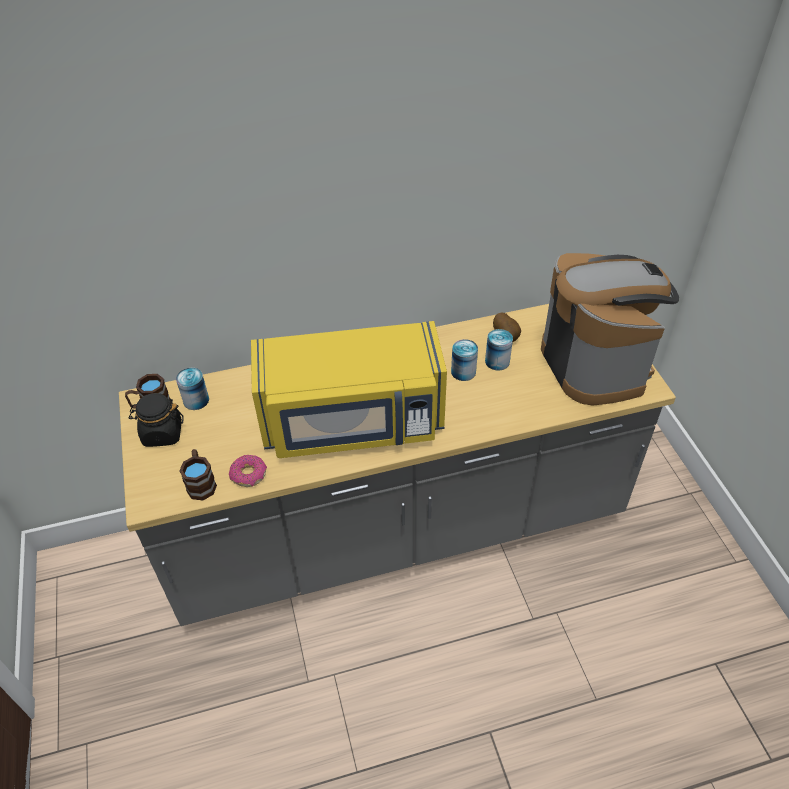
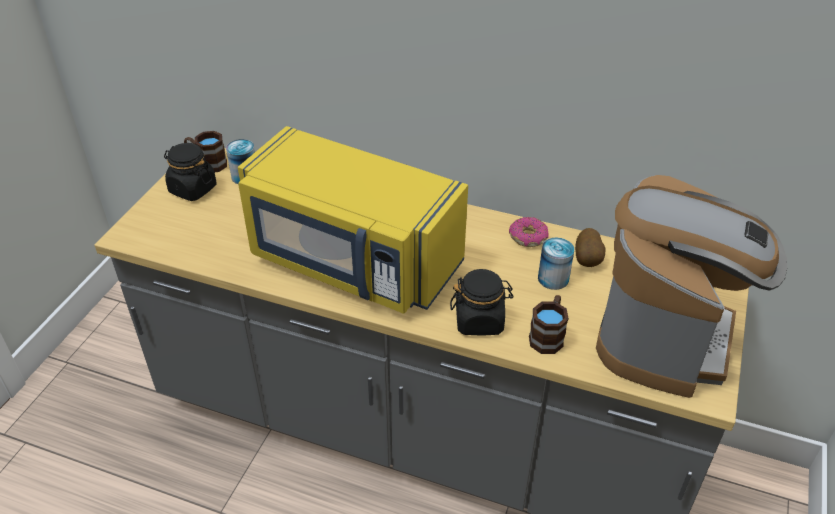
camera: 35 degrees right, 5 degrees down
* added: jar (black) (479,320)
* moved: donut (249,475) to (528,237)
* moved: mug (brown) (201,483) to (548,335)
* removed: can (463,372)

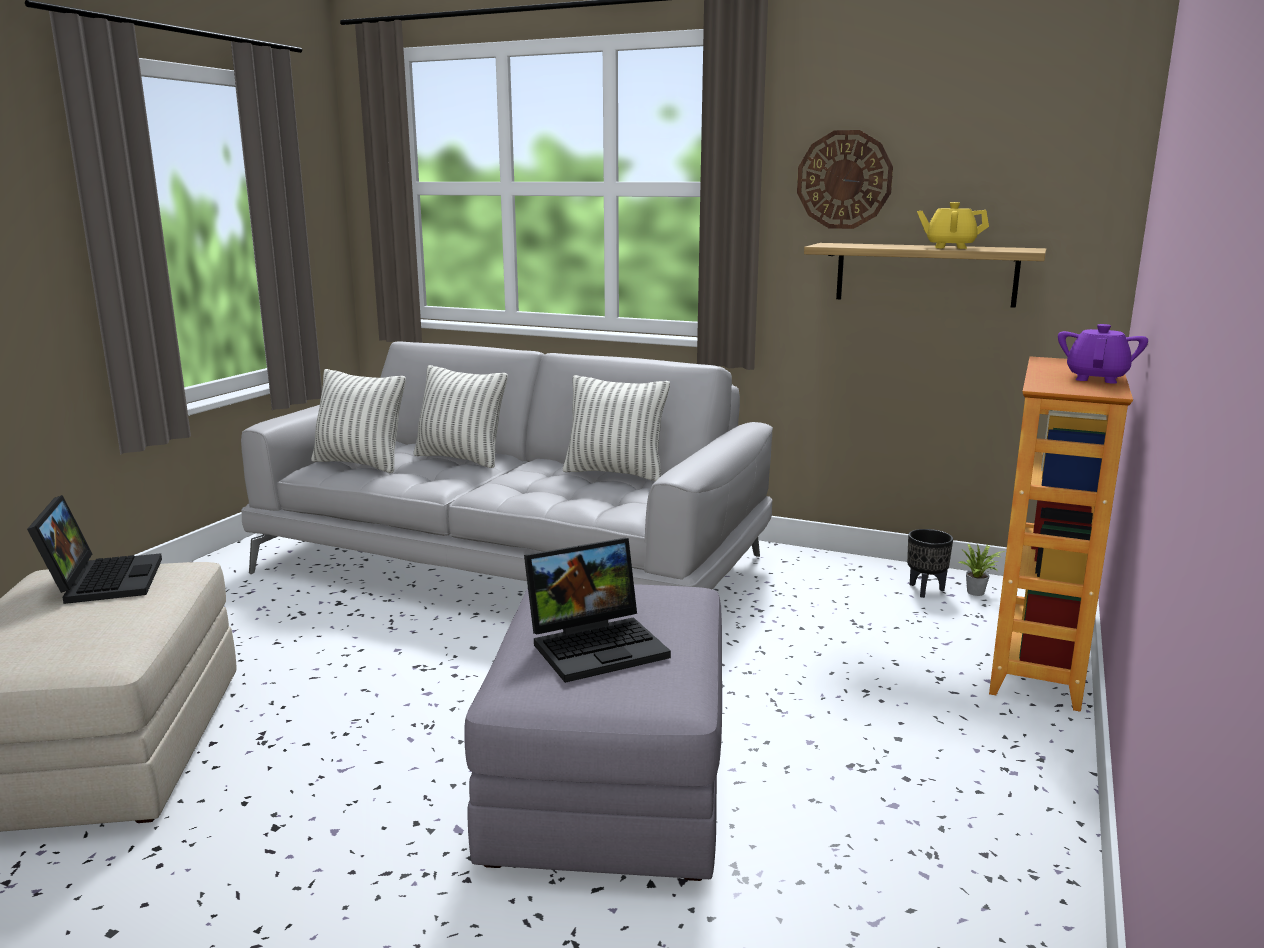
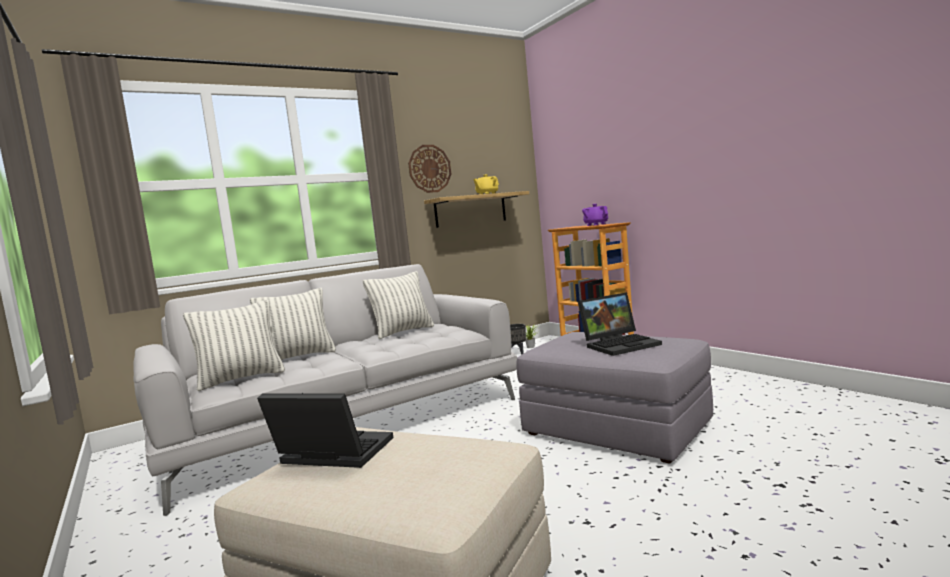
camera: 55 degrees left, 10 degrees down
* turned: laptop (598,645) = (620,344) 60 degrees clockwise

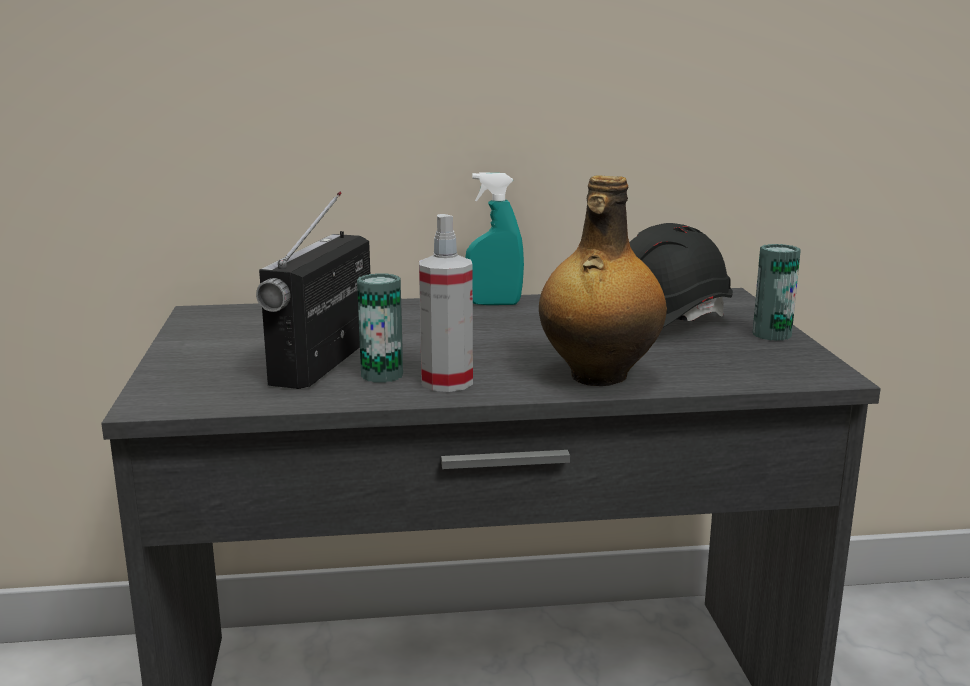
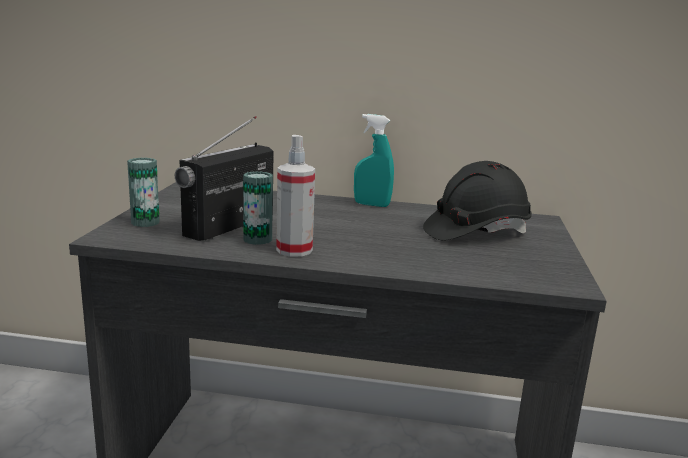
camera: 15 degrees right, 0 degrees up
* moved: can (771,334) to (145,222)
* removed: bottle (597,377)

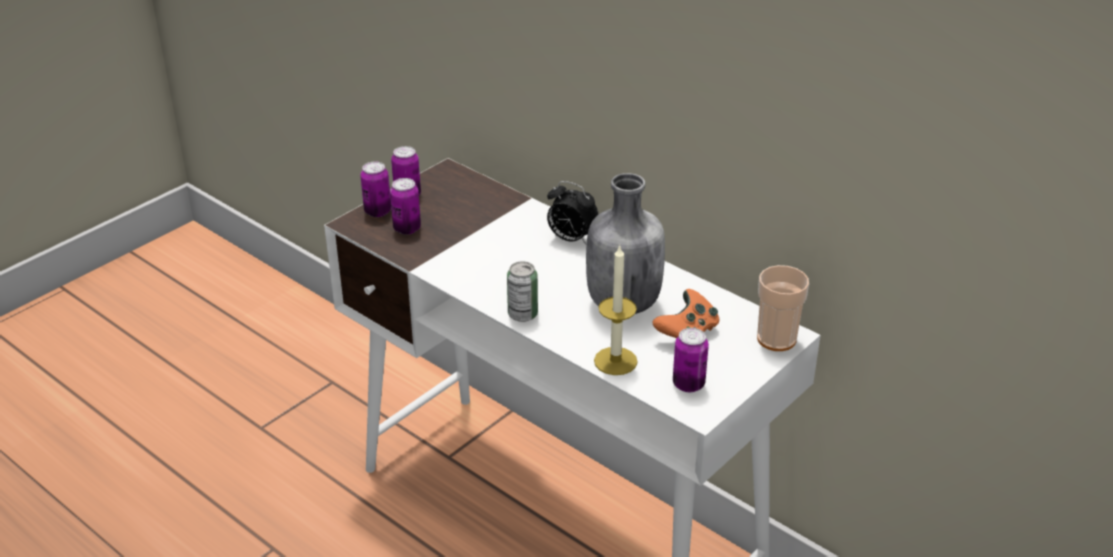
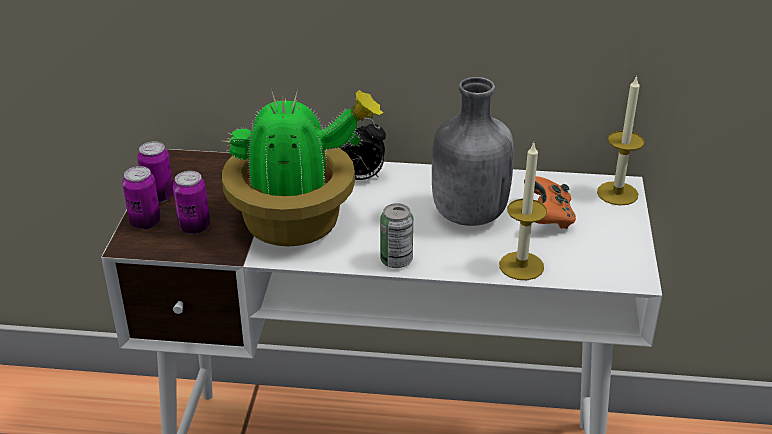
camera: 35 degrees left, 0 degrees up
* added: potted plant (297,223)
* replaced: cup (776,339) to candle (617,193)
* removed: can (688,384)

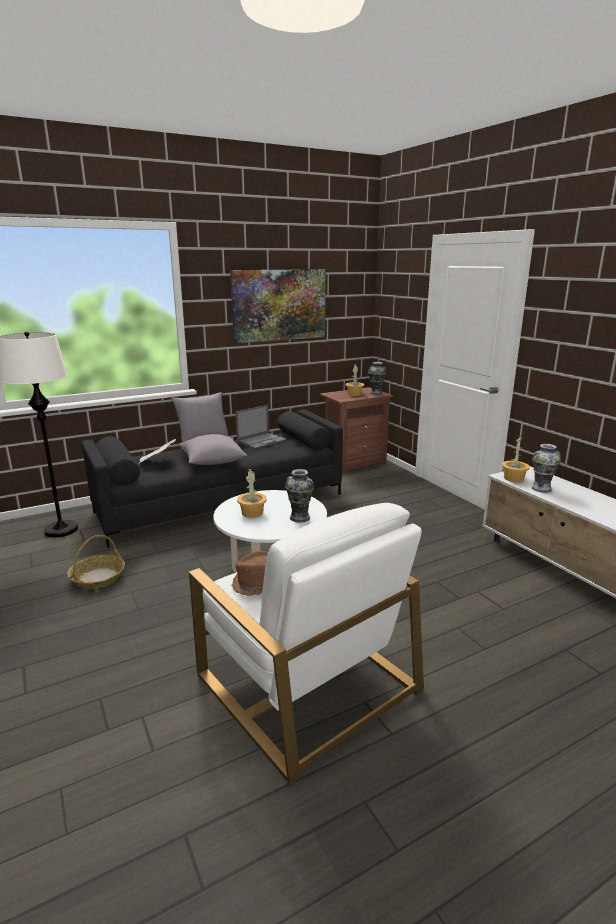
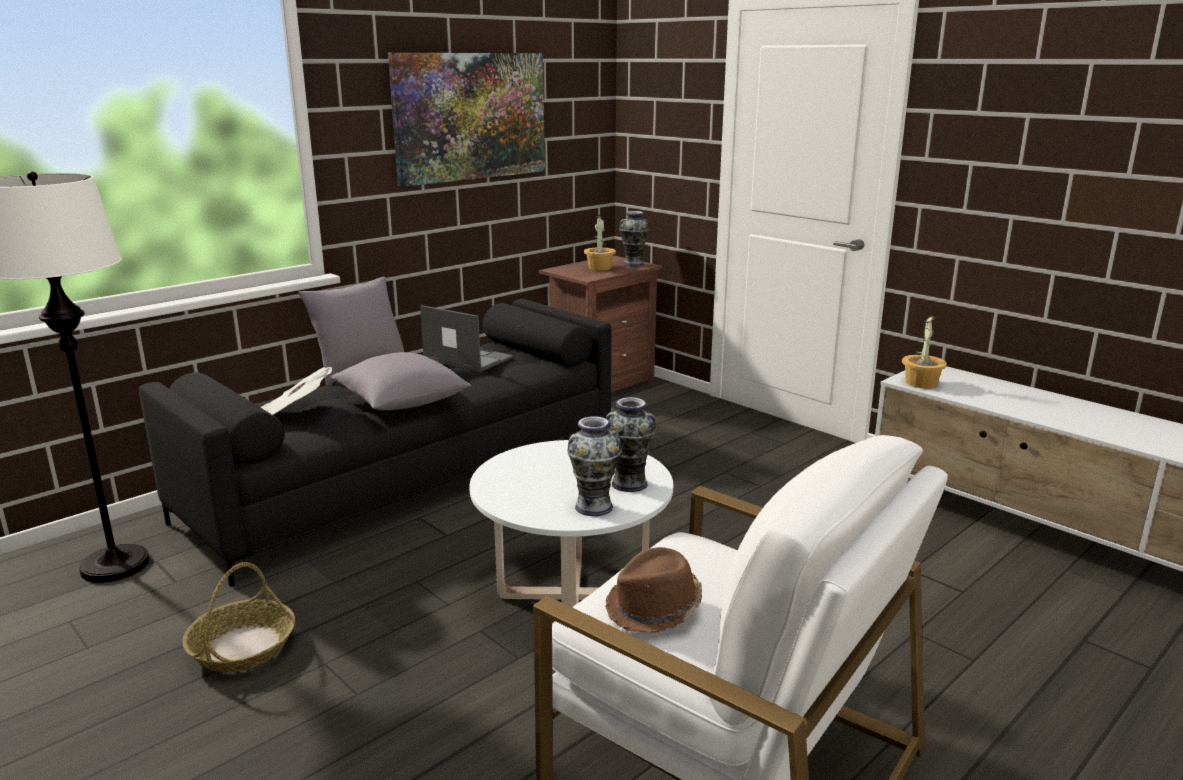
camera: 15 degrees left, 0 degrees up
* turned: laptop (262,440) = (467,358) 90 degrees counterclockwise
* moved: vase (541,488) to (594,507)
* removed: potted plant (252,513)

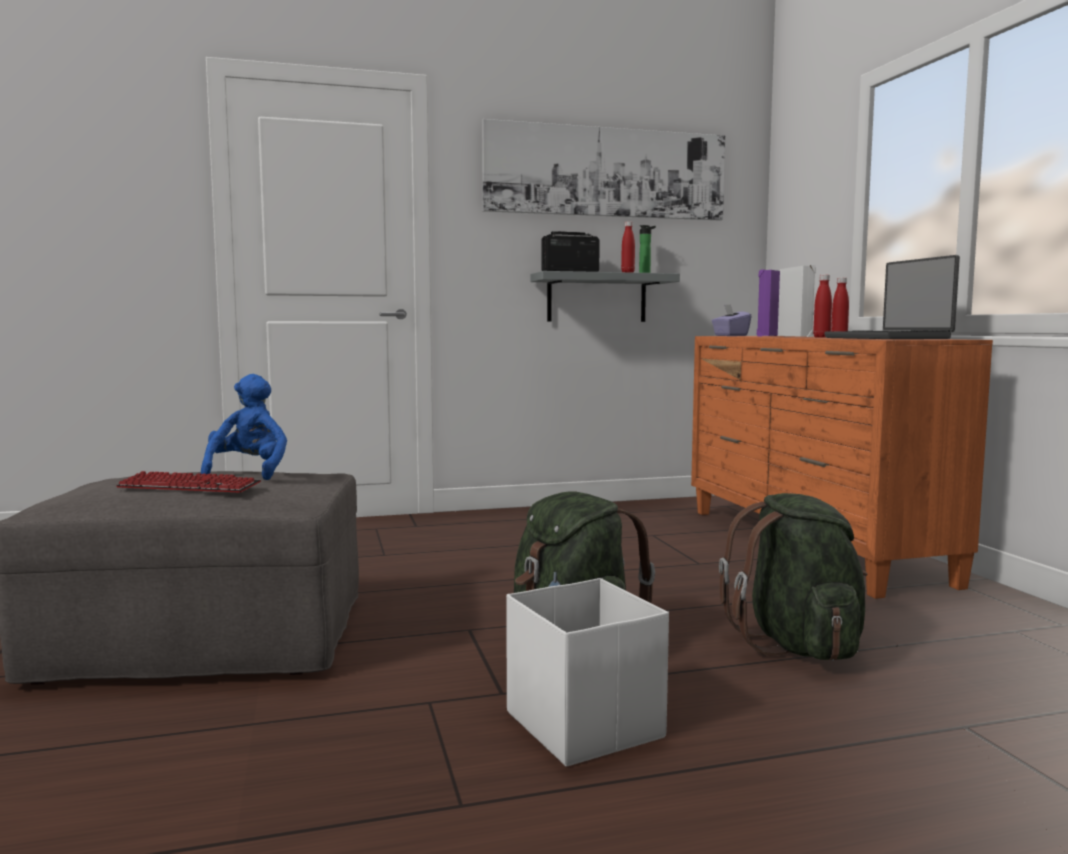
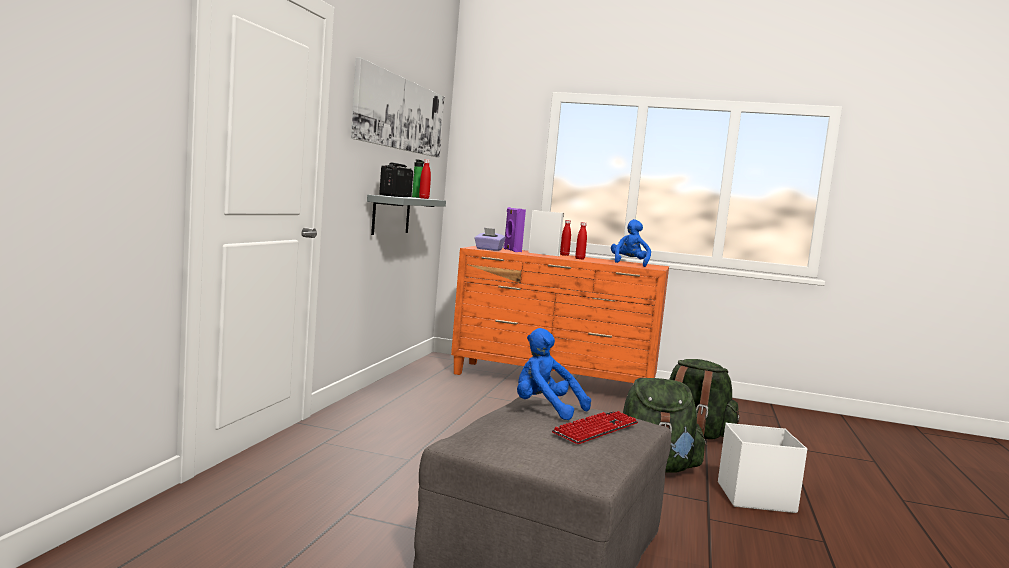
camera: 60 degrees left, 0 degrees up
* replaced: laptop (888,338) to plush toy (blue) (629,264)

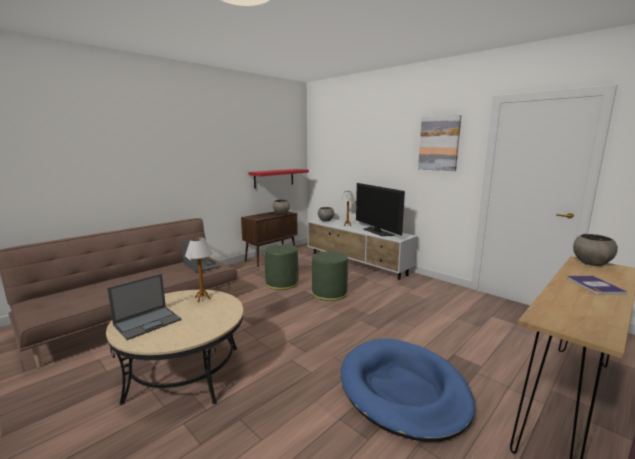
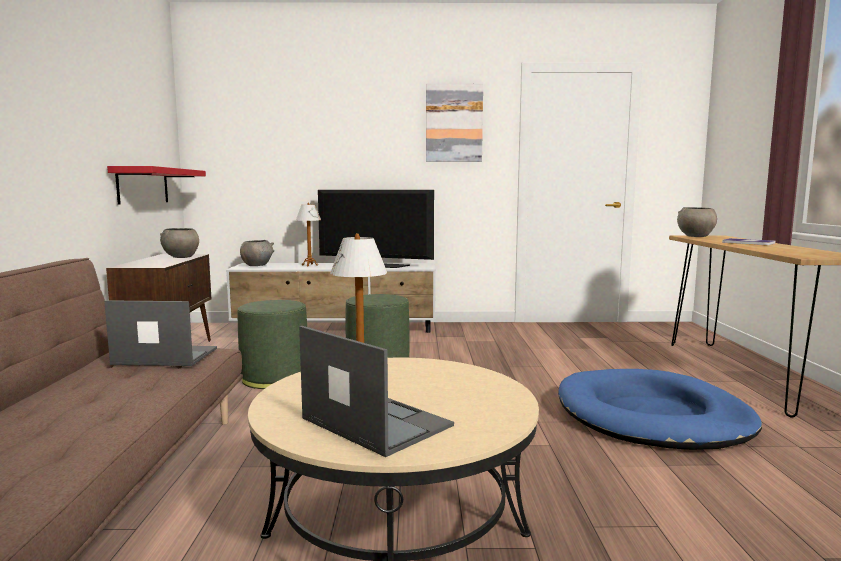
camera: 45 degrees left, 5 degrees down
* turned: laptop (148,322) = (374,422) 45 degrees counterclockwise

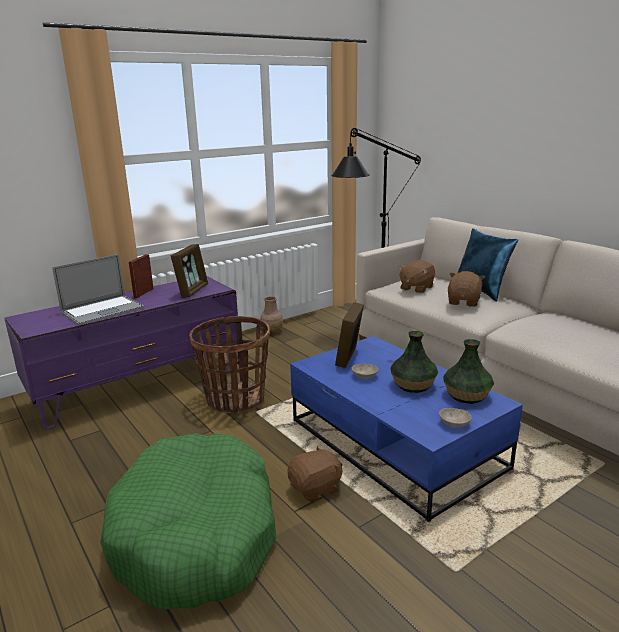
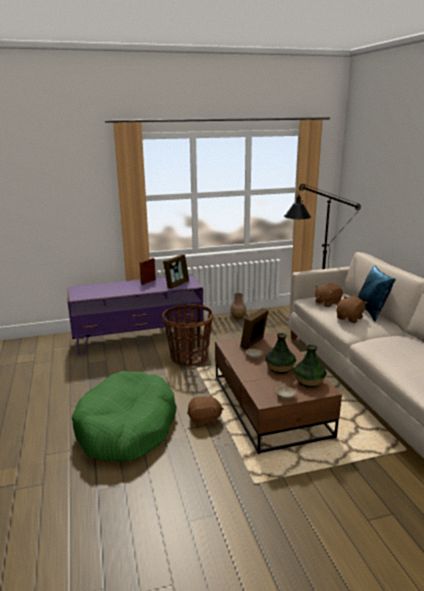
camera: 20 degrees right, 0 degrees up
* recoloured: coffee table (blue) (396,444) to coffee table (brown) (270,406)
* removed: laptop (103,310)

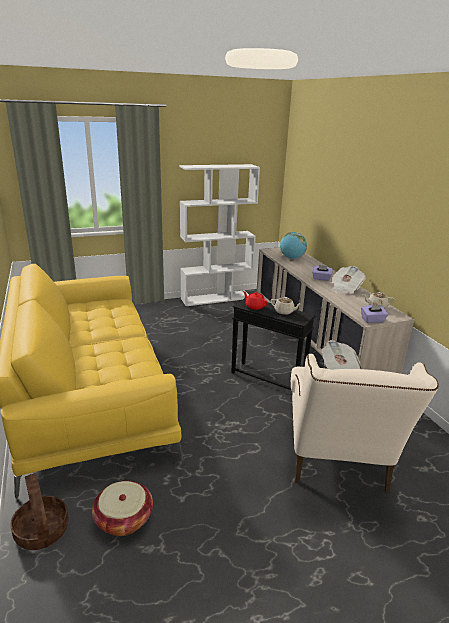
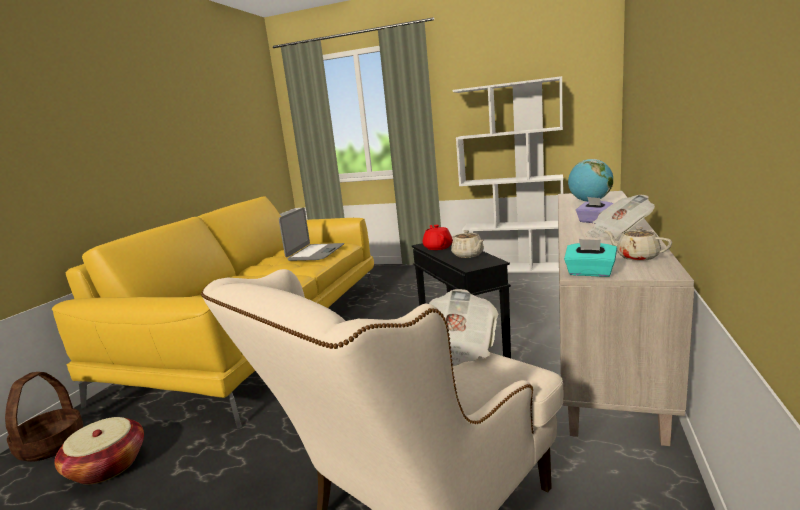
camera: 40 degrees right, 10 degrees down
* added: laptop (315,253)
* recoloured: tissue box (purple) (373,320) to tissue box (turquoise) (590,273)

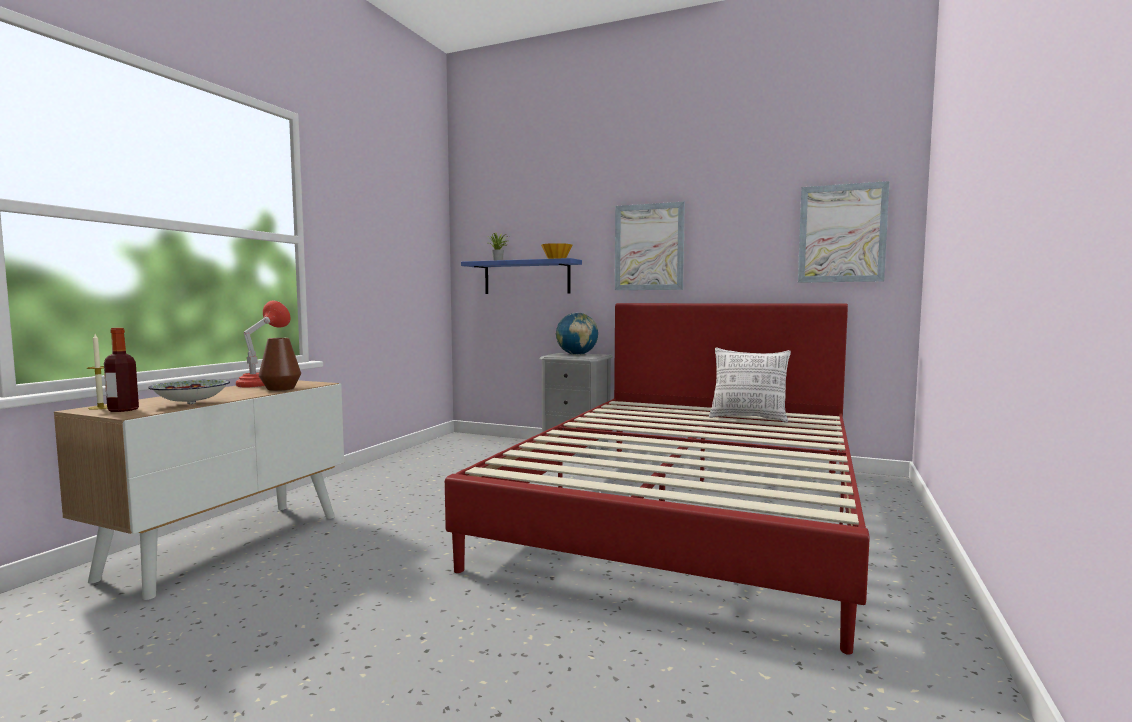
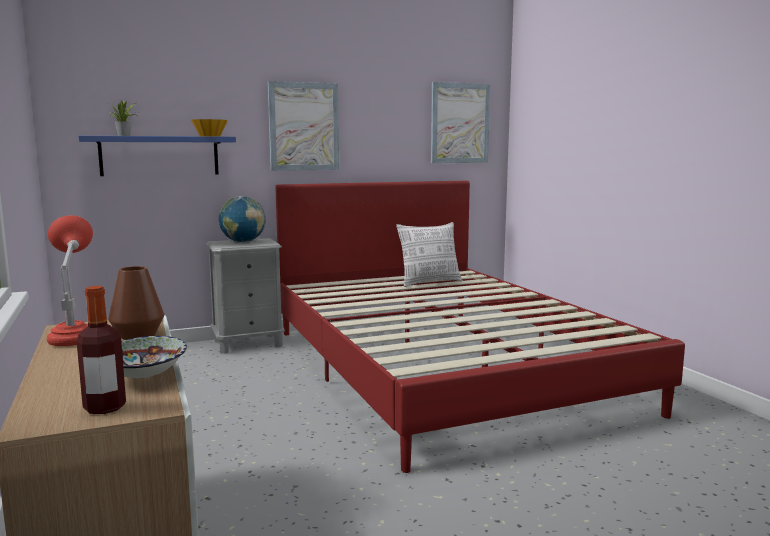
camera: 45 degrees left, 5 degrees up
* removed: candle (100,407)

